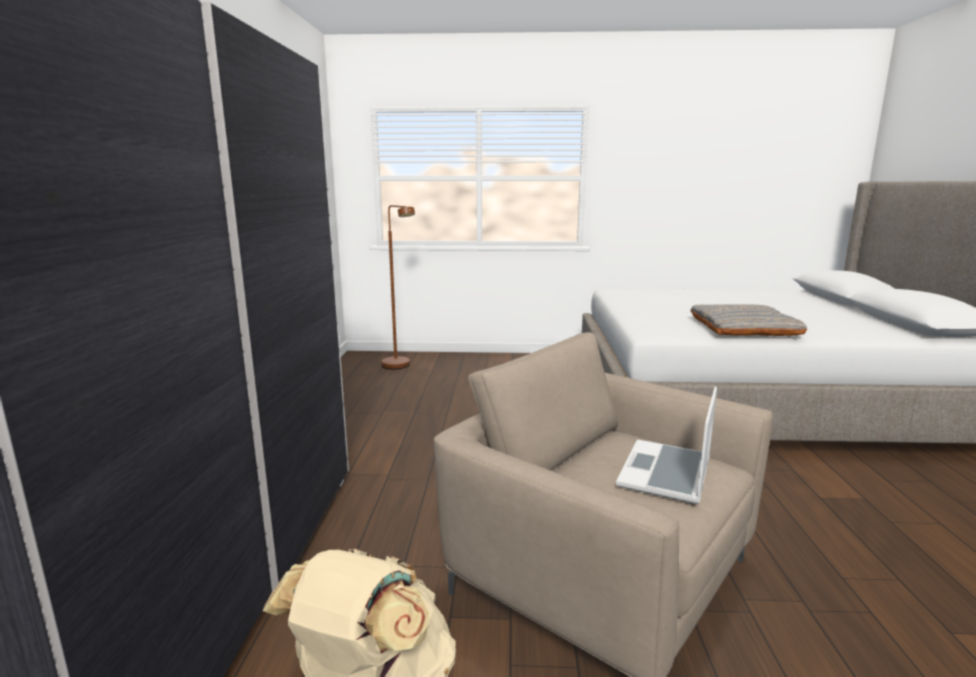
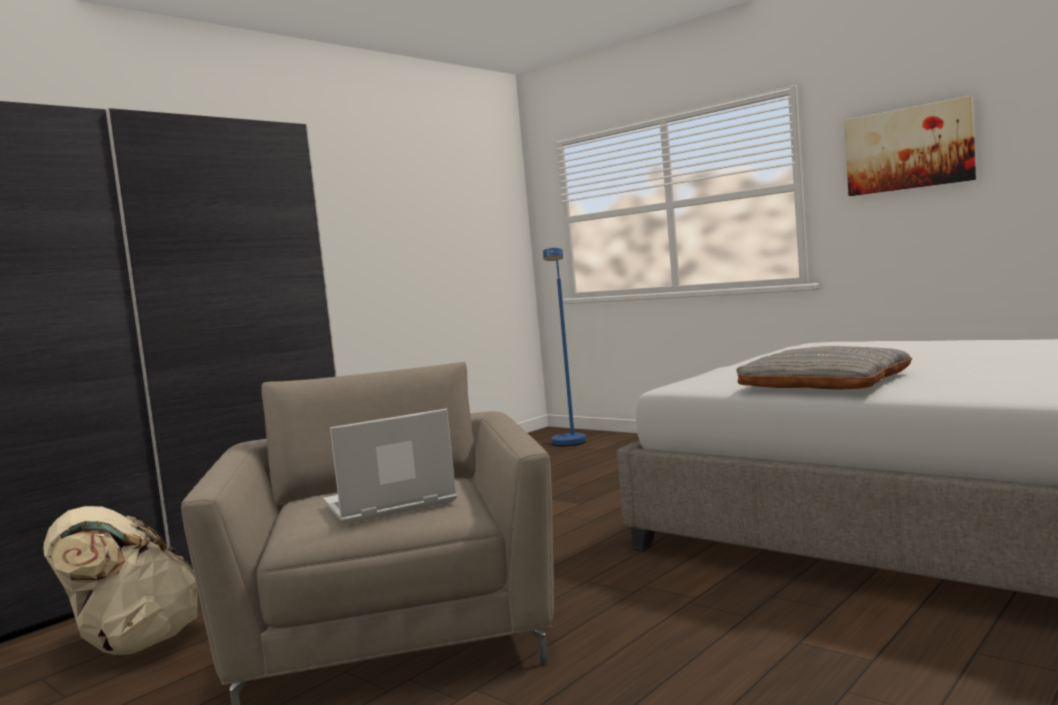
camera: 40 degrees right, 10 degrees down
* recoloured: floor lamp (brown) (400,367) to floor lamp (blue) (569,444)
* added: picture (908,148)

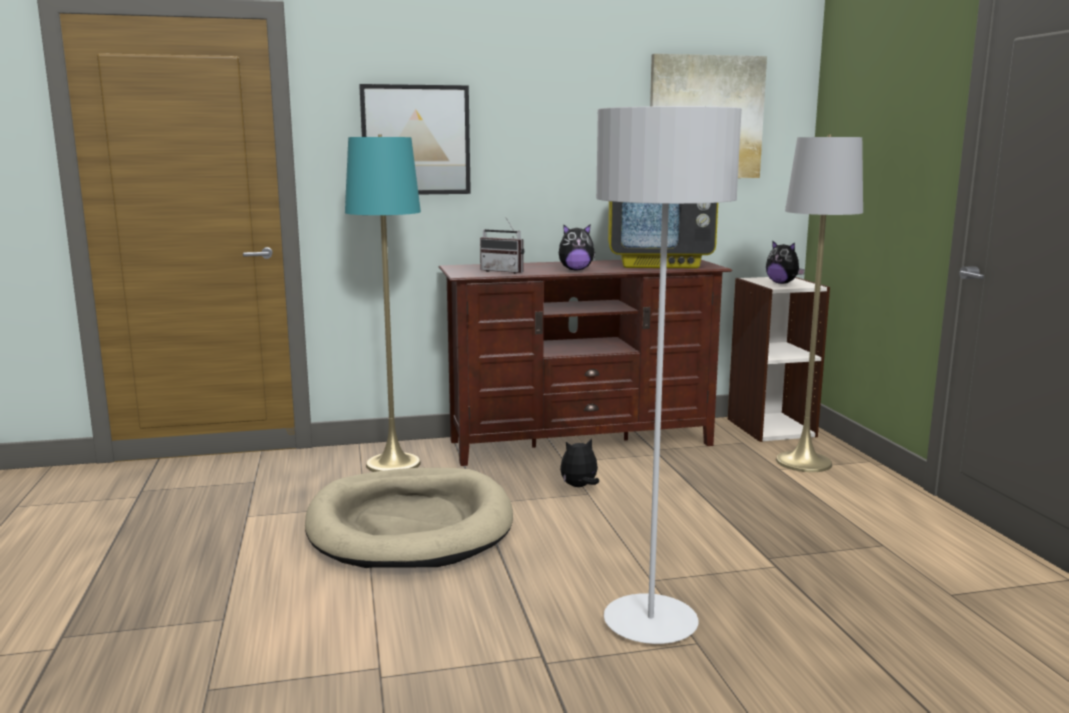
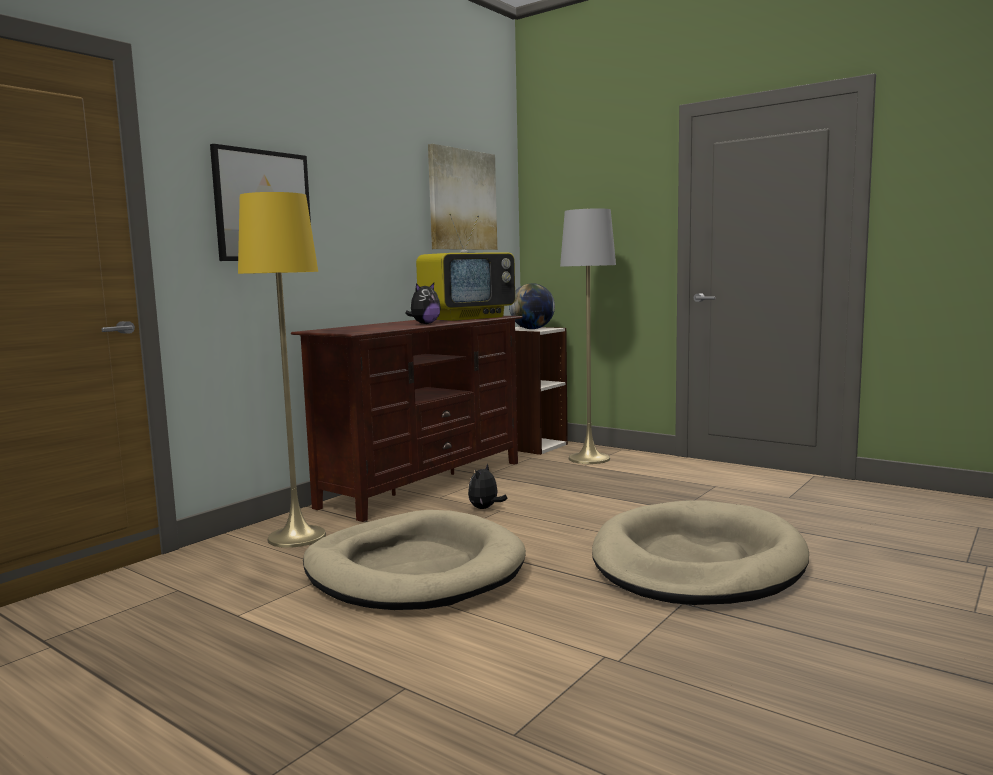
camera: 40 degrees left, 5 degrees down
* recoloured: floor lamp (turquoise) (393,464) to floor lamp (yellow) (297,537)
* replaced: plush toy (782,283) to globe (532,329)
* replaced: floor lamp (grey) (650,623) to dog bed (beige) (697,562)
* removed: radio (505,271)

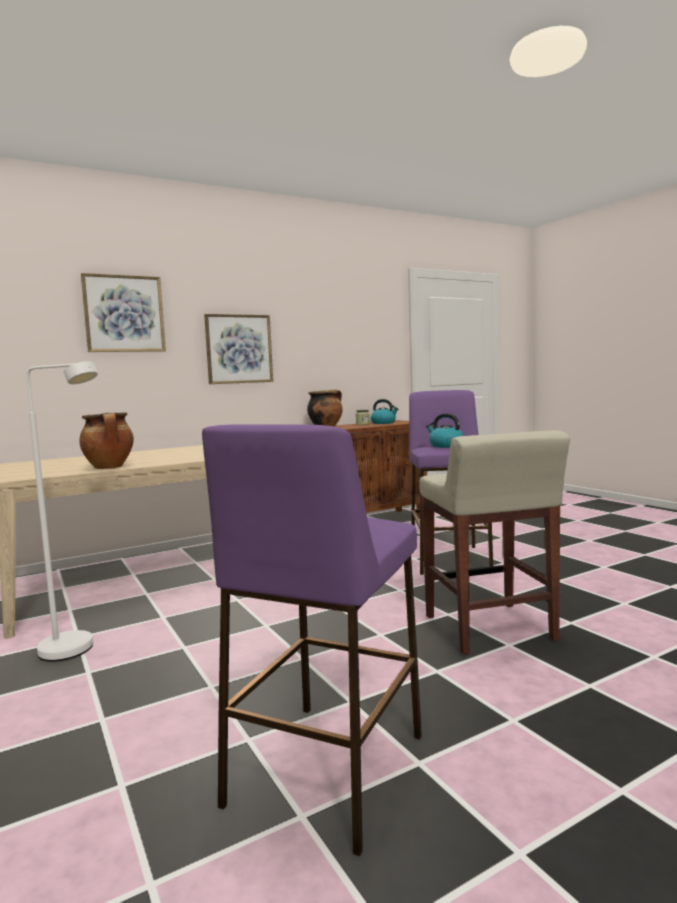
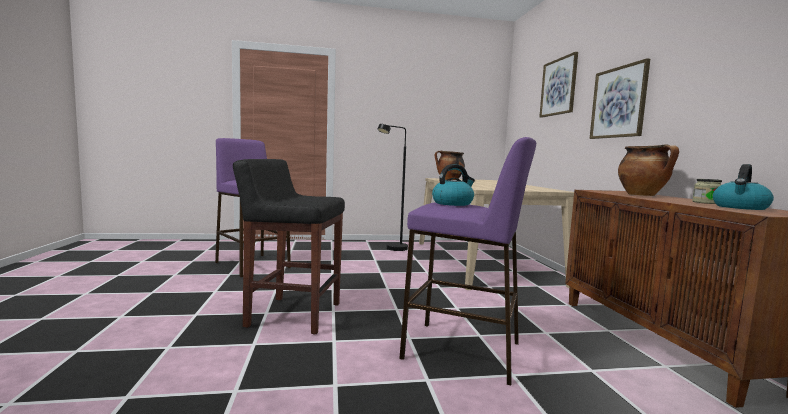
camera: 110 degrees right, 0 degrees up
* recoloured: stool (beige) (489,629) to stool (black) (293,314)
* recoloured: floor lamp (white) (76,651) to floor lamp (black) (392,249)

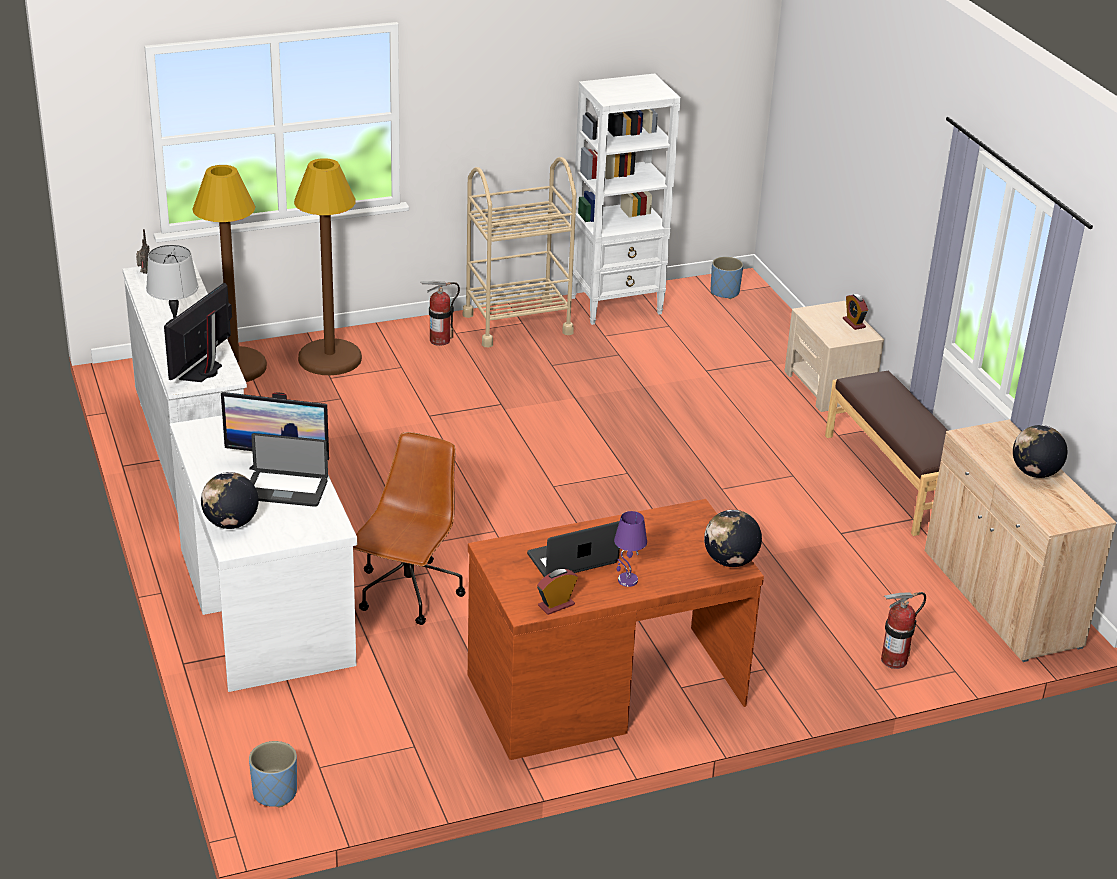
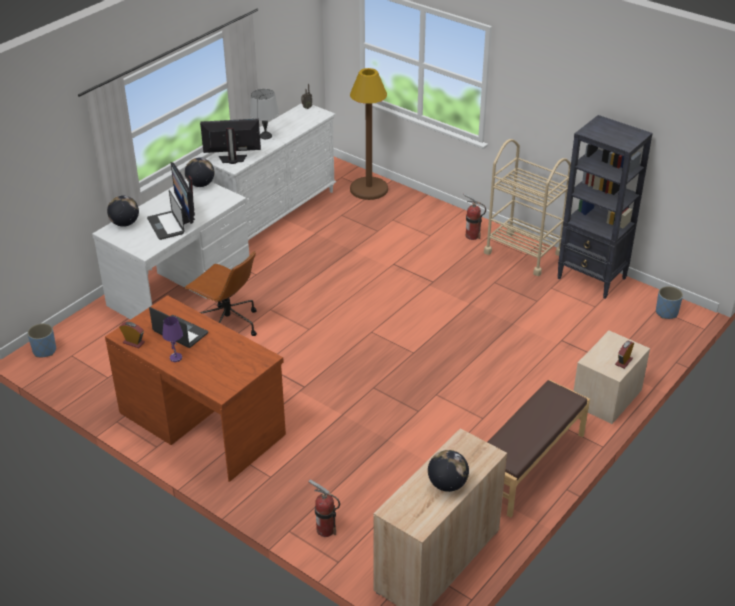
camera: 60 degrees right, 5 degrees up
* turned: office chair (brown) (408,593) = (227,324) 45 degrees clockwise
* moved: globe (730,561) to (200,184)
* recoloured: bookcase (white) (617,305) to bookcase (black) (592,278)
* removed: floor lamp (brown) (330,359)

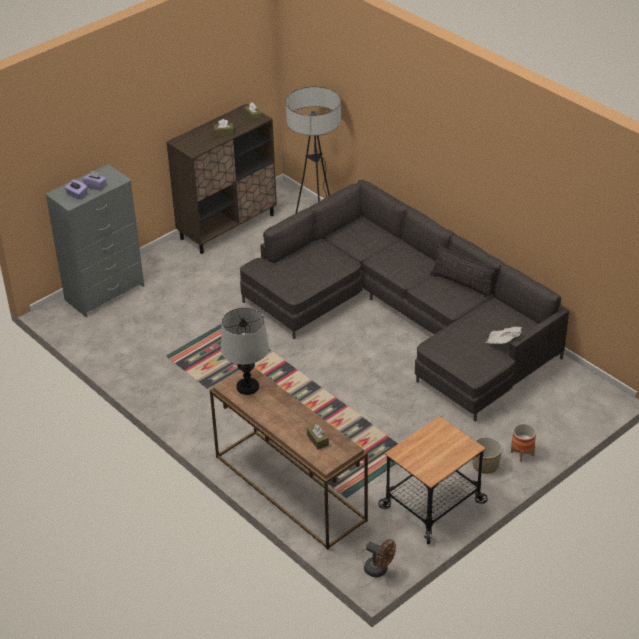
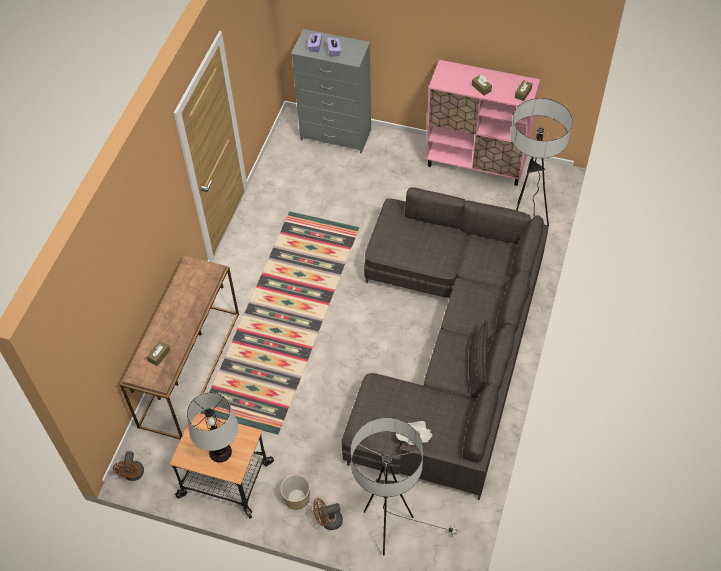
camera: 60 degrees right, 15 degrees up
* moved: table lamp (247,387) to (220,452)
* replaced: planter (522,453) to fan (brown) (328,521)
* added: floor lamp (390,529)
* recoloured: cabinet (brown) (227,226) to cabinet (pink) (476,164)

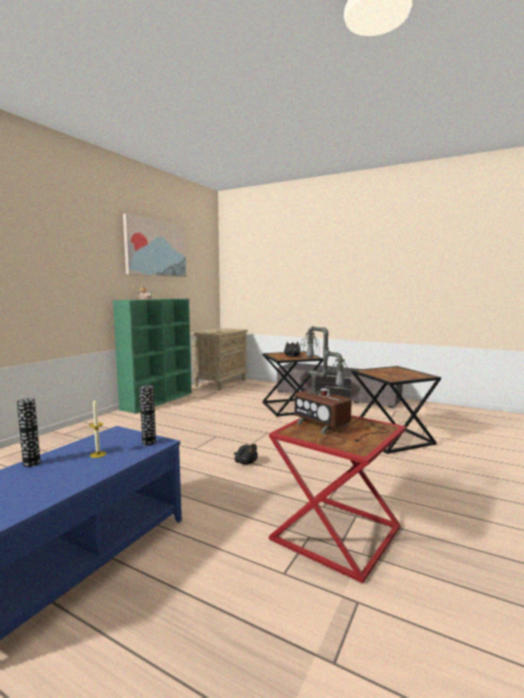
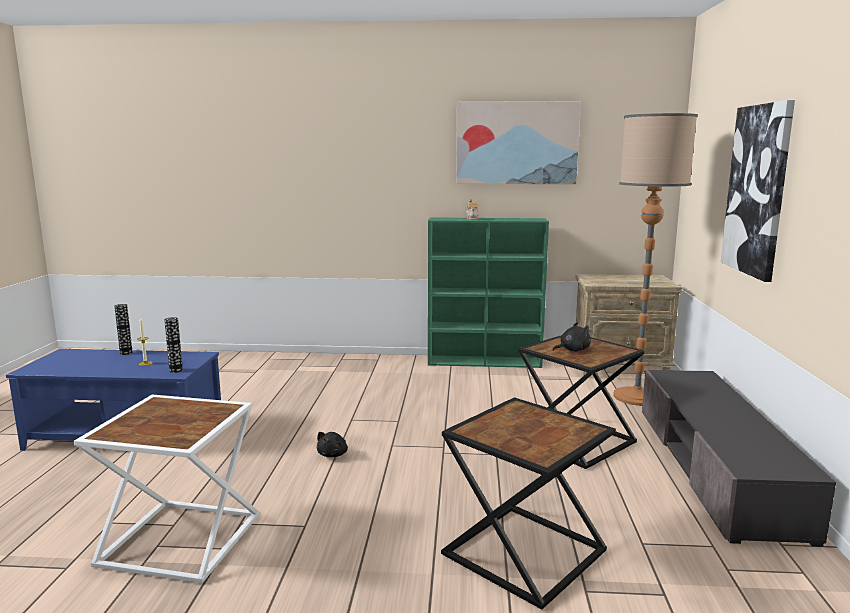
camera: 65 degrees right, 5 degrees up
* recoloured: side table (red) (336,535) to side table (white) (177,541)
* added: floor lamp (637,397)
* added: picture (757,190)
* removed: table lamp (331,426)

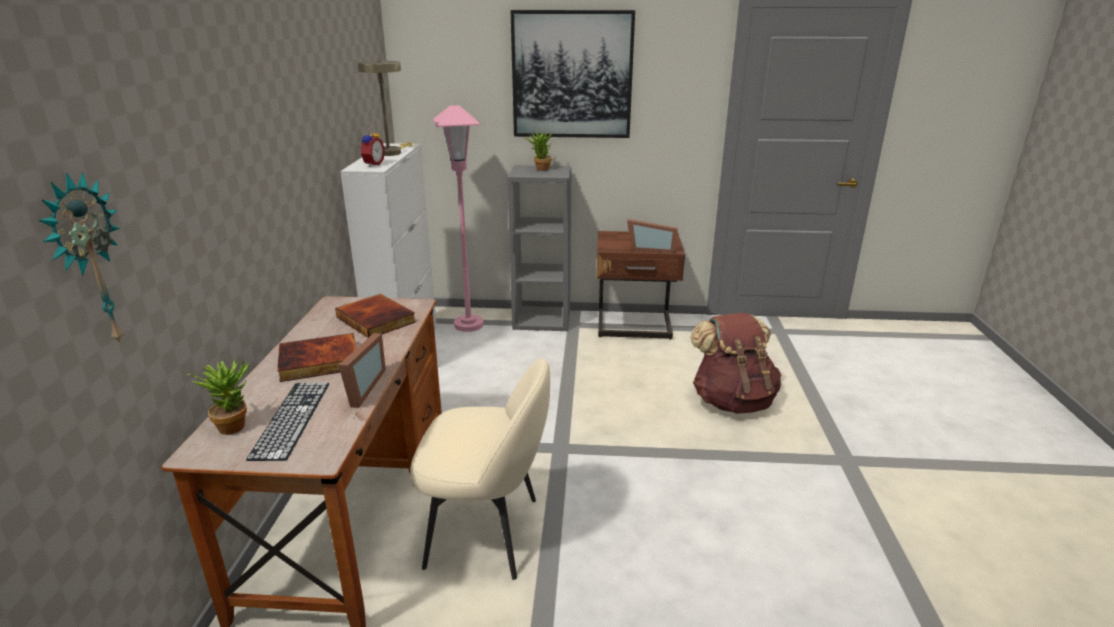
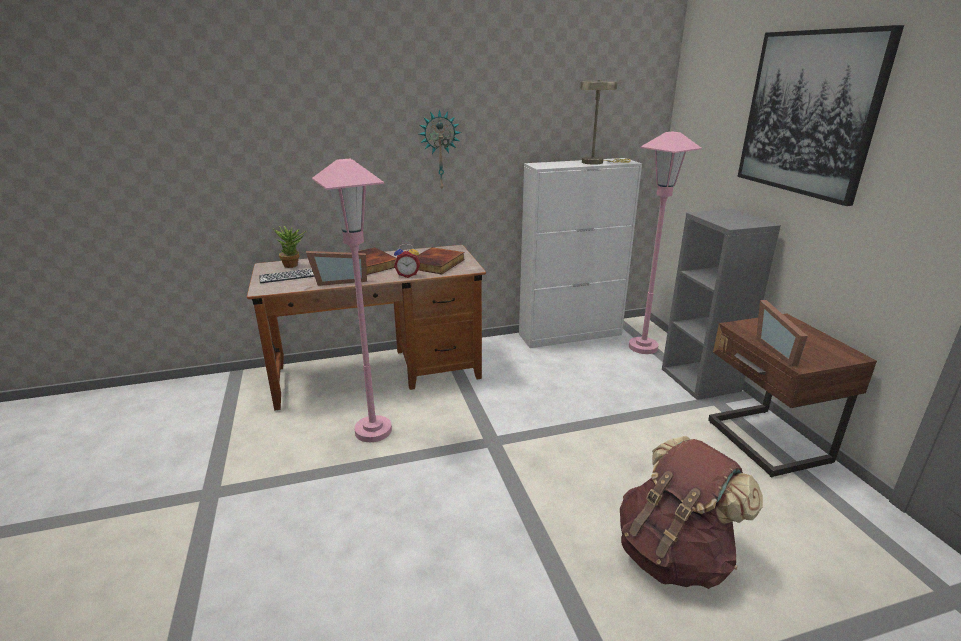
camera: 70 degrees right, 0 degrees up
* replaced: chair (beige) (487,532) to floor lamp (pink) (373,431)
* moved: alarm clock (372,164) to (407,275)
* moved: wall clock (87,263) to (439,150)
* removed: potted plant (540,169)

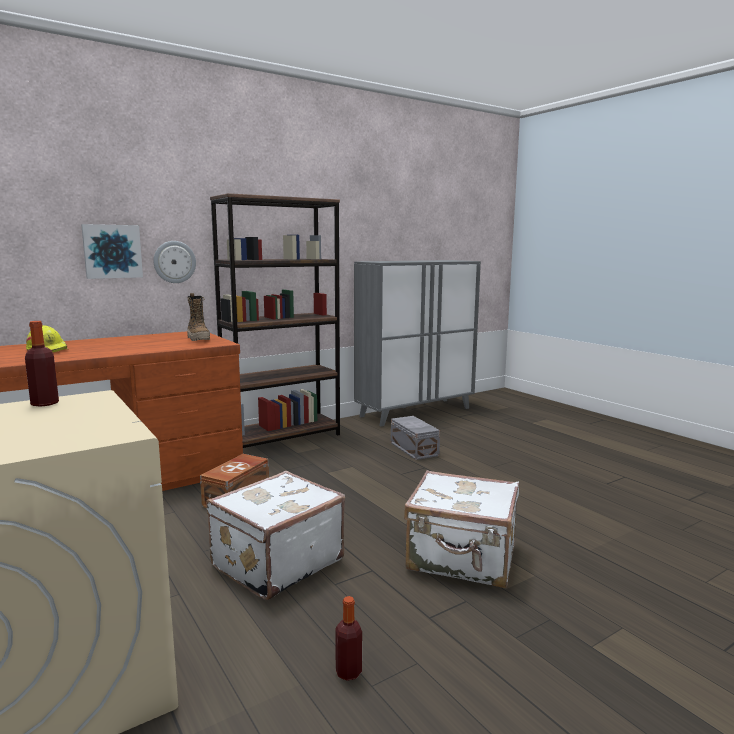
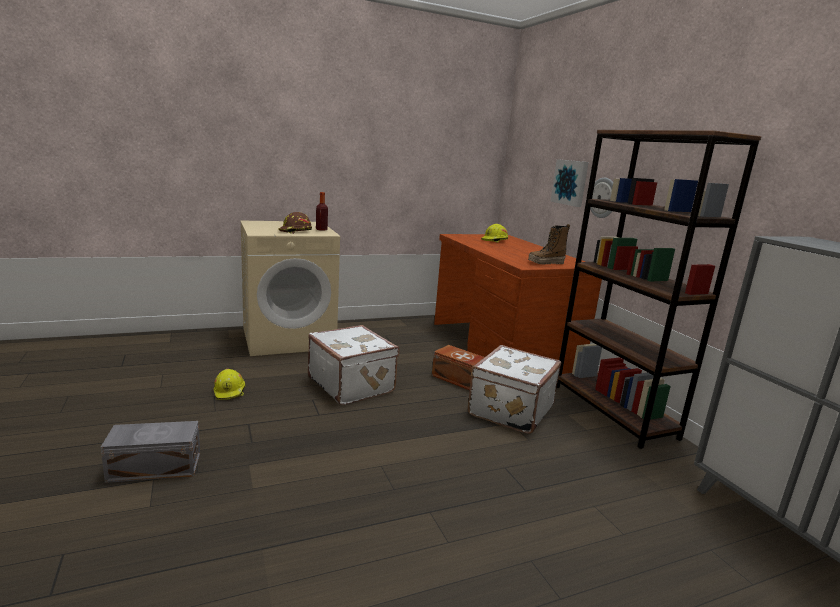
camera: 100 degrees right, 5 degrees up
* moved: storage box (grey) (413,449) to (154,466)
* replaced: bottle (348,672) to hard hat (yellow) (230,391)
* added: hard hat (brown) (295,231)
* moved: suitcase (white) (462,559) to (509,410)

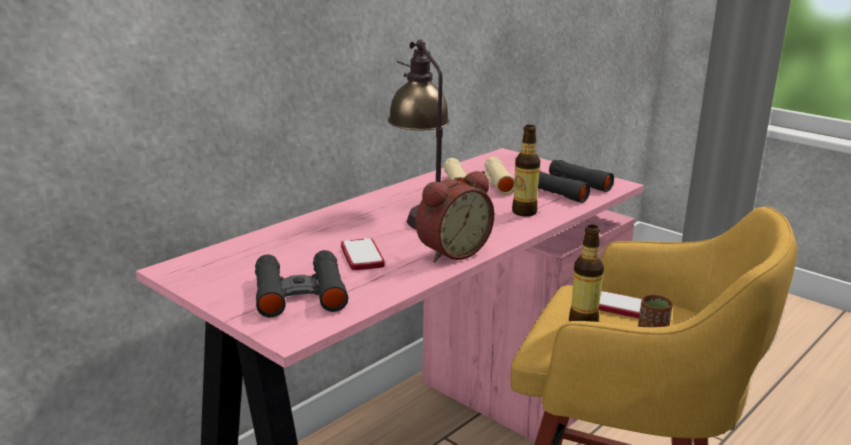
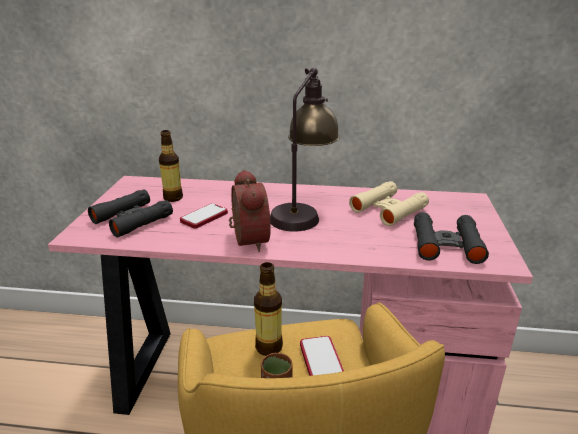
camera: 55 degrees right, 5 degrees up
* moved: bottle (524,212) to (173,198)
* turned: alarm clock (451,251) = (247,241) 120 degrees counterclockwise

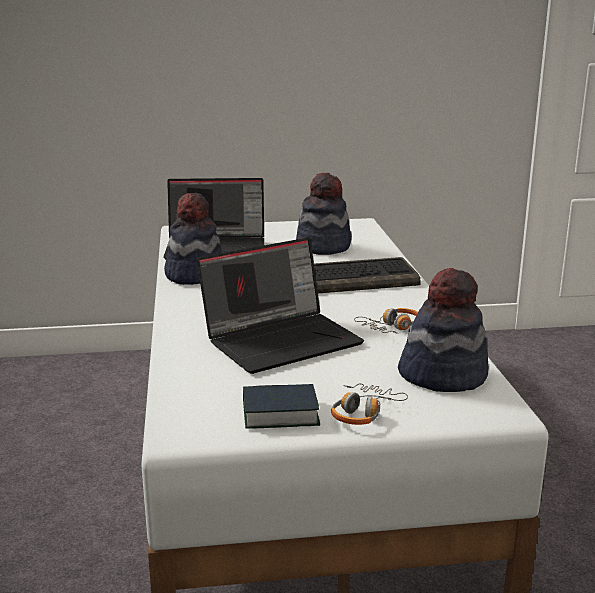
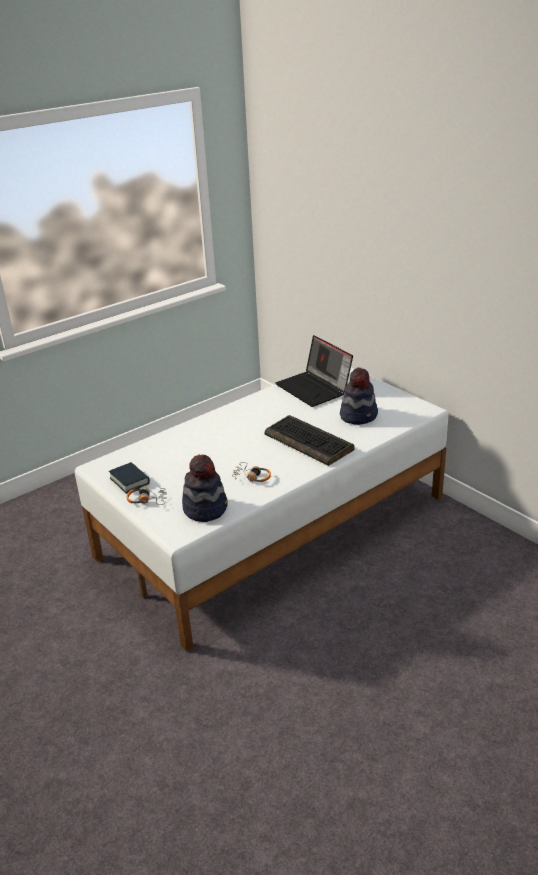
camera: 60 degrees right, 10 degrees up
* removed: hat (194,275)
* removed: laptop (282,340)

